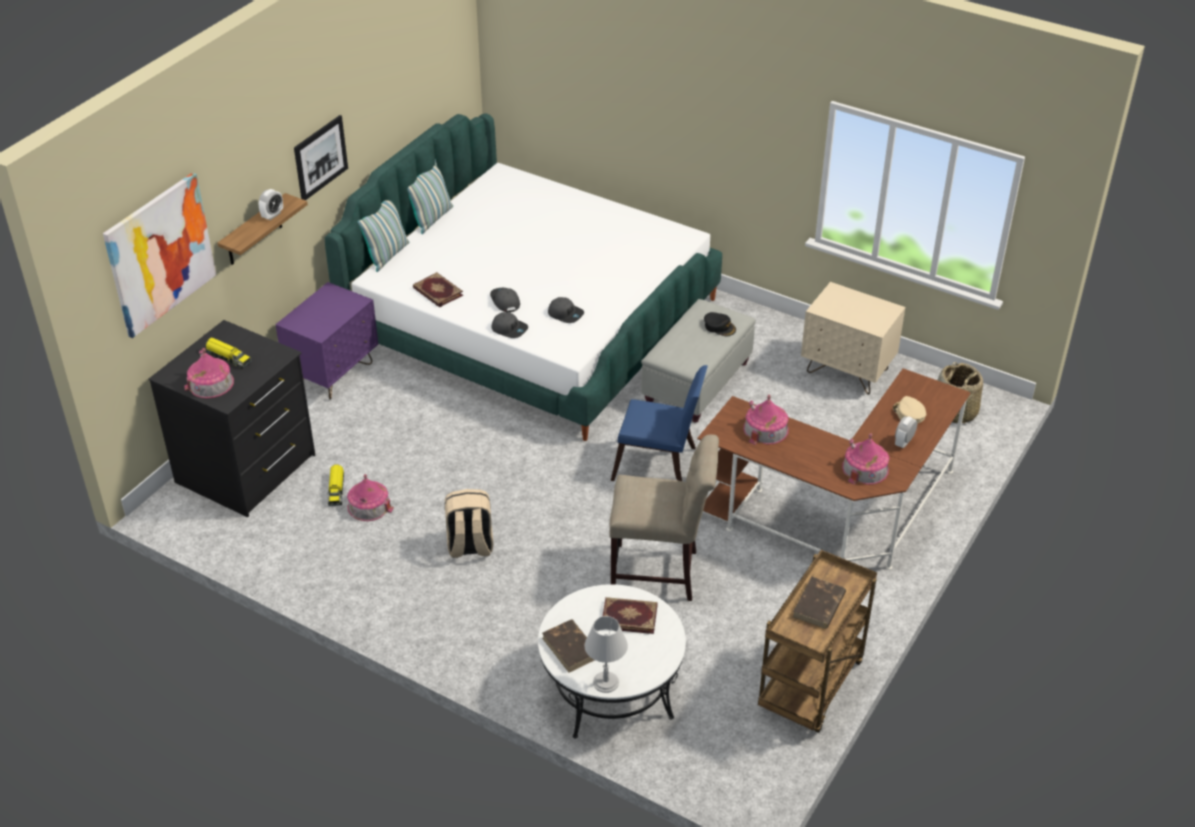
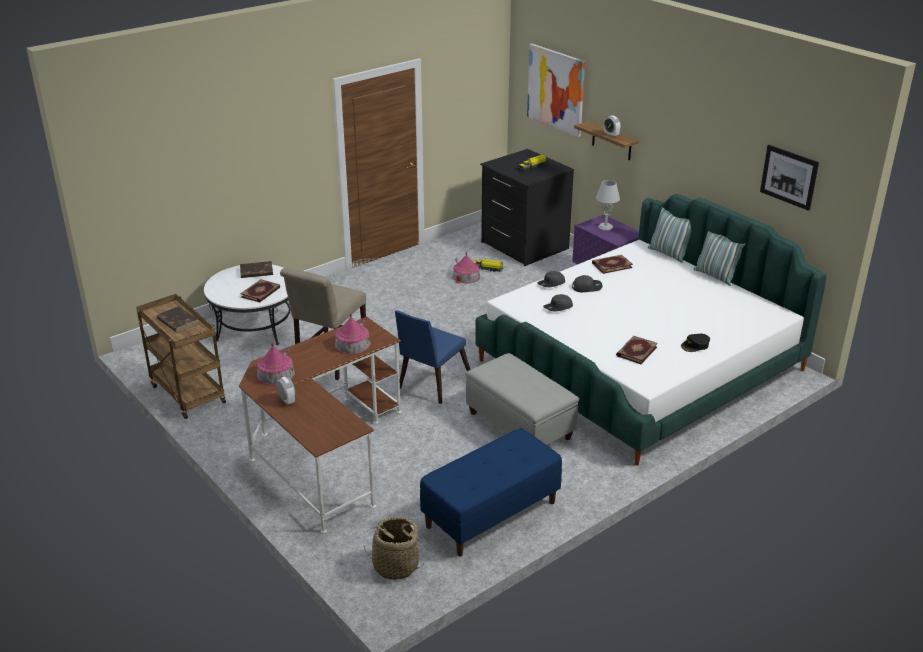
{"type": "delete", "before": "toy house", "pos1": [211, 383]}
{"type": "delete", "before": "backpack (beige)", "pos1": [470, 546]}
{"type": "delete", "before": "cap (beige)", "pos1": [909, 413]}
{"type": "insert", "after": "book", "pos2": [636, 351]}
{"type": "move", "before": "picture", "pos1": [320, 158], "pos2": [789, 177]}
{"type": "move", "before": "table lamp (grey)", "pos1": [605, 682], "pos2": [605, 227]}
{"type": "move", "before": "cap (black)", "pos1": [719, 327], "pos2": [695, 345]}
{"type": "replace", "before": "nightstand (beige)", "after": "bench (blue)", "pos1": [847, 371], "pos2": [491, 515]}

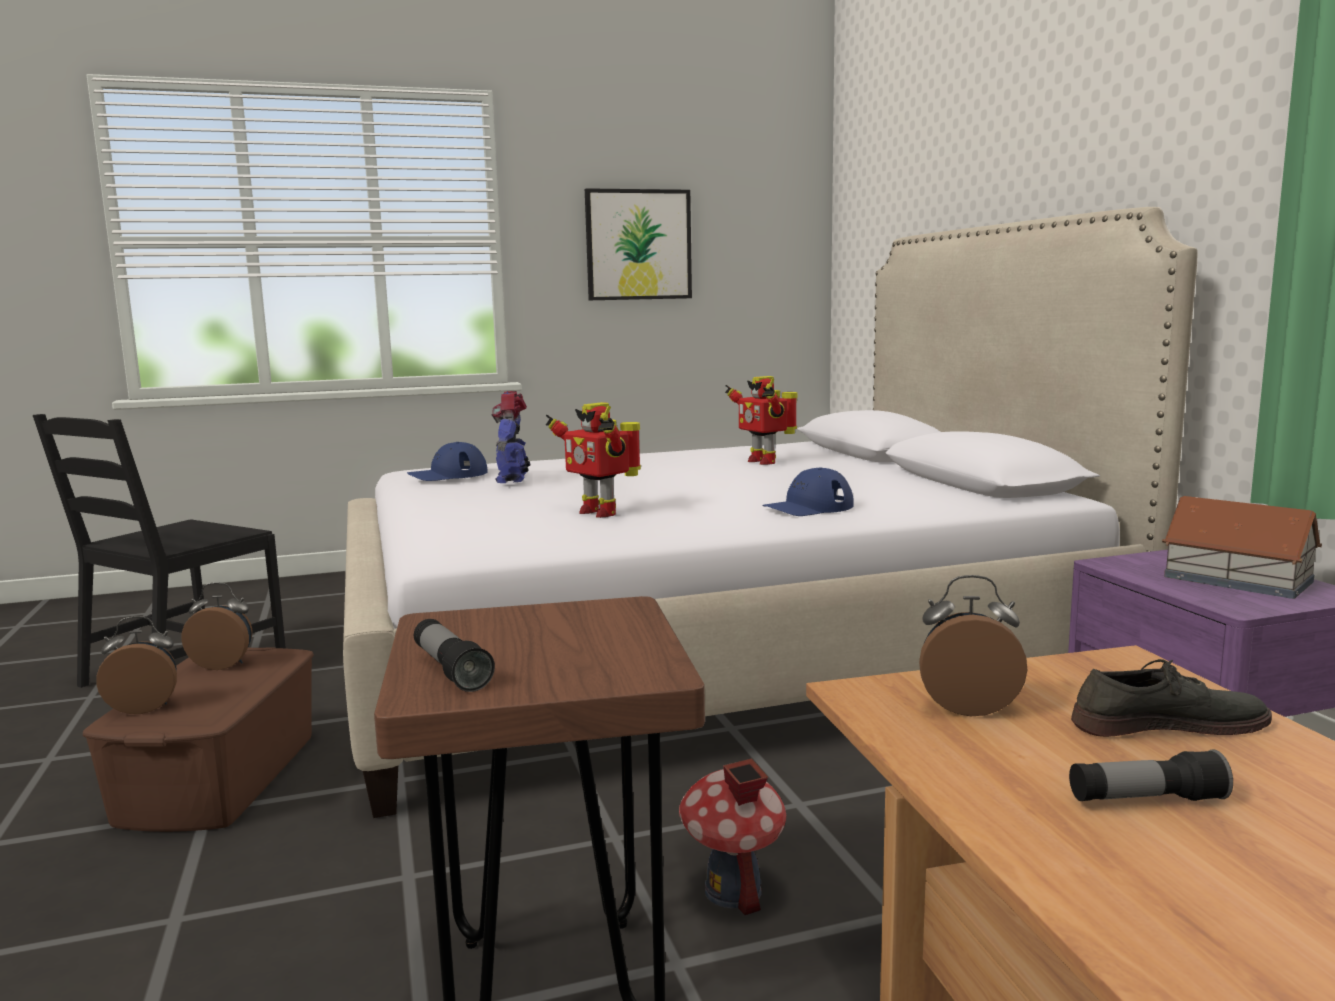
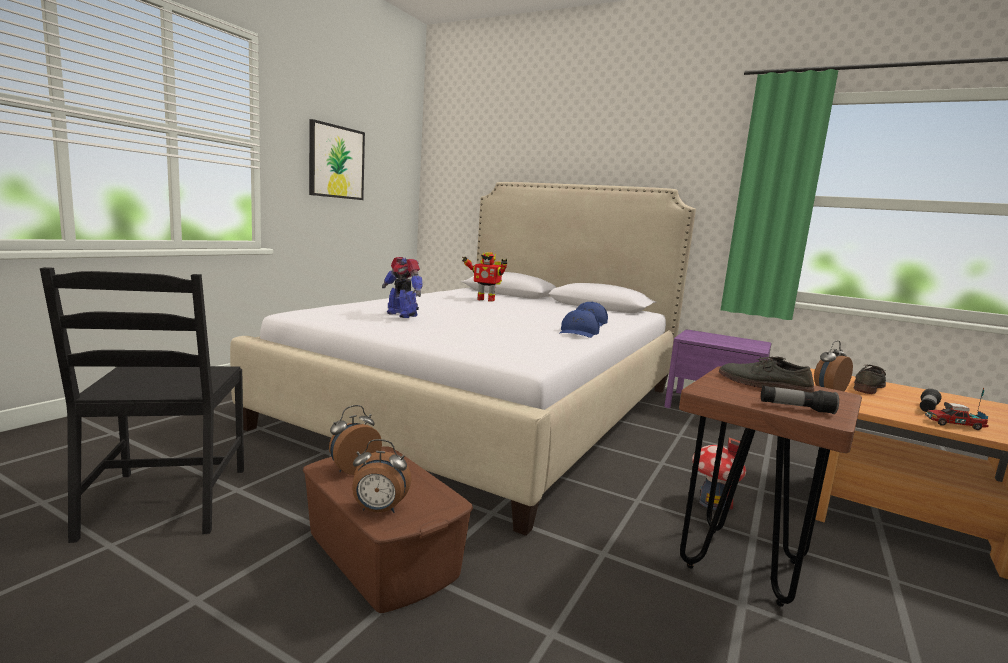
{"type": "delete", "before": "toy robot", "pos1": [599, 512]}
{"type": "delete", "before": "toy house", "pos1": [1239, 579]}
{"type": "insert", "after": "shoe (grey)", "pos2": [762, 385]}
{"type": "insert", "after": "toy truck", "pos2": [953, 424]}
{"type": "move", "before": "cap (blue)", "pos1": [448, 475], "pos2": [578, 332]}
{"type": "rotate", "before": "alarm clock", "pos1": [145, 707], "pos2": [379, 510], "turn": -120}

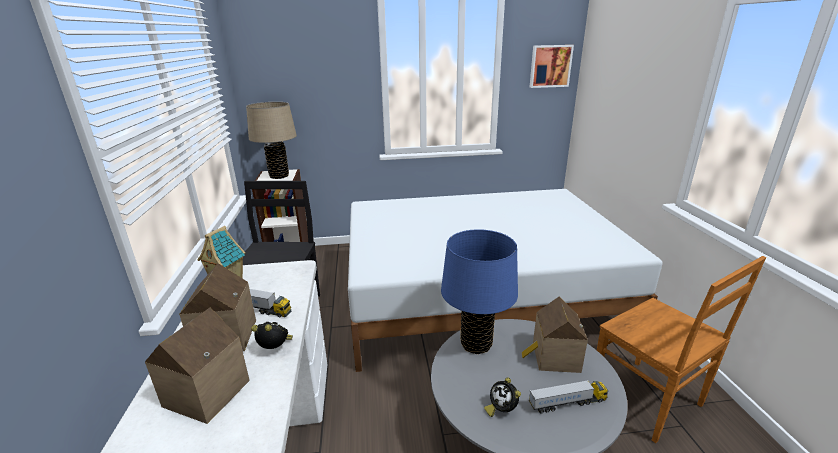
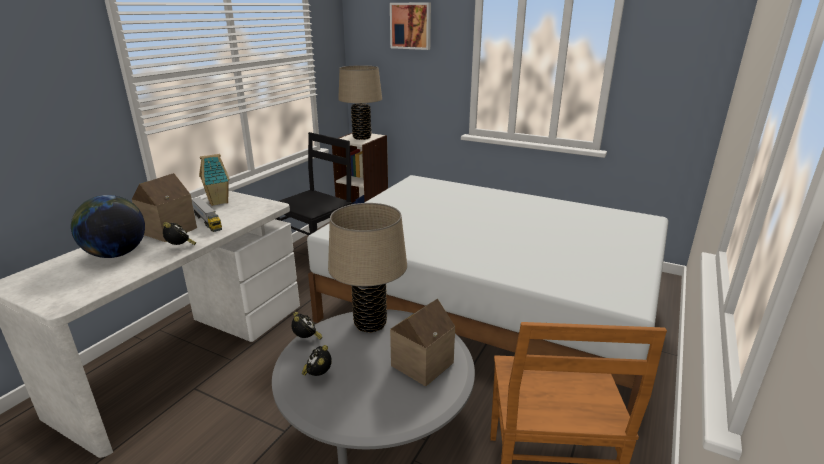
{"type": "delete", "before": "toy truck", "pos1": [567, 403]}
{"type": "insert", "after": "alarm clock", "pos2": [306, 339]}
{"type": "move", "before": "picture", "pos1": [550, 66], "pos2": [411, 26]}
{"type": "replace", "before": "toy house", "after": "globe", "pos1": [203, 393], "pos2": [116, 254]}
{"type": "recolor", "before": "table lamp (blue)", "after": "table lamp (beige)", "pos1": [476, 344], "pos2": [370, 324]}

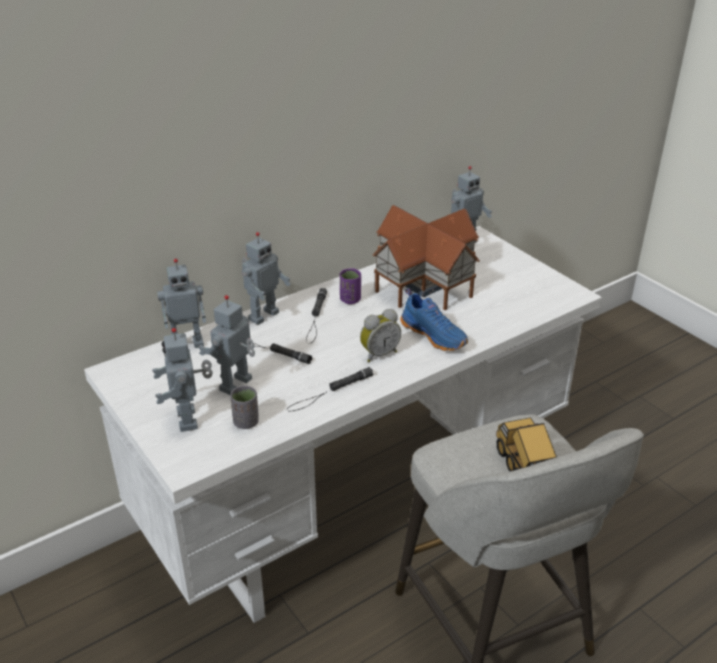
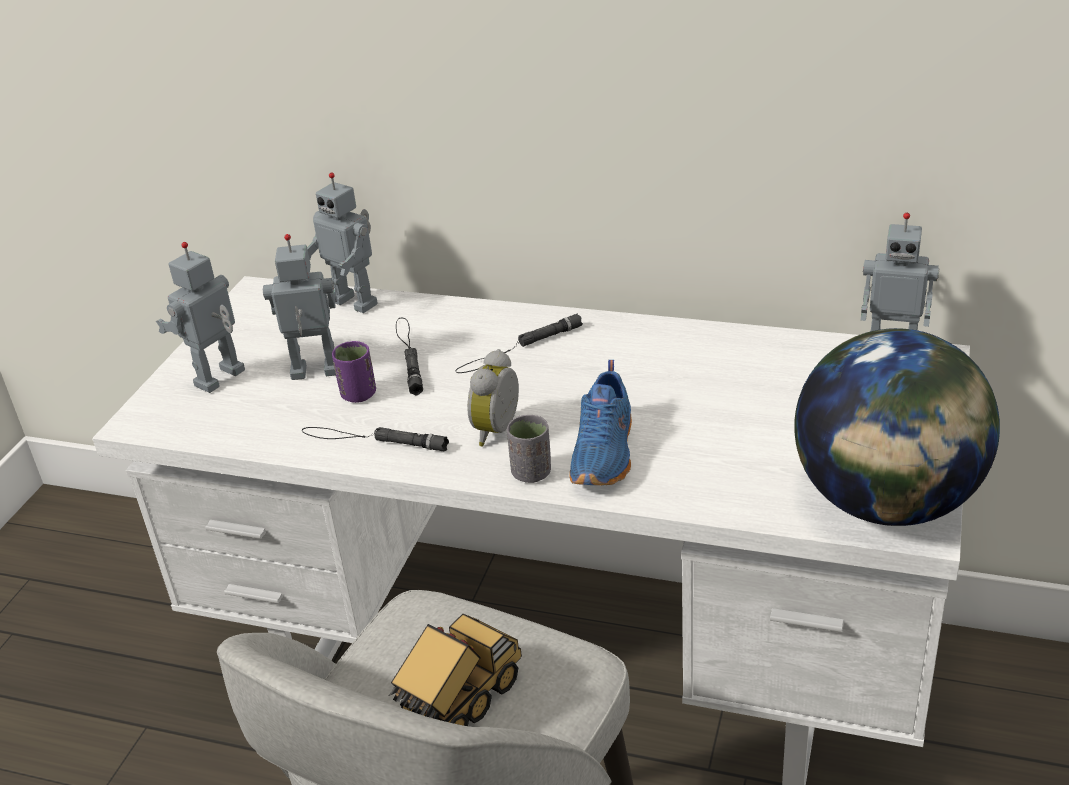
{"type": "delete", "before": "toy robot", "pos1": [262, 315]}
{"type": "delete", "before": "toy house", "pos1": [426, 283]}
{"type": "insert", "after": "globe", "pos2": [887, 502]}
{"type": "move", "before": "cup (grey)", "pos1": [246, 422], "pos2": [531, 473]}
{"type": "move", "before": "cup (purple)", "pos1": [350, 300], "pos2": [358, 394]}
{"type": "rotate", "before": "alarm clock", "pos1": [378, 354], "pos2": [501, 432], "turn": 90}

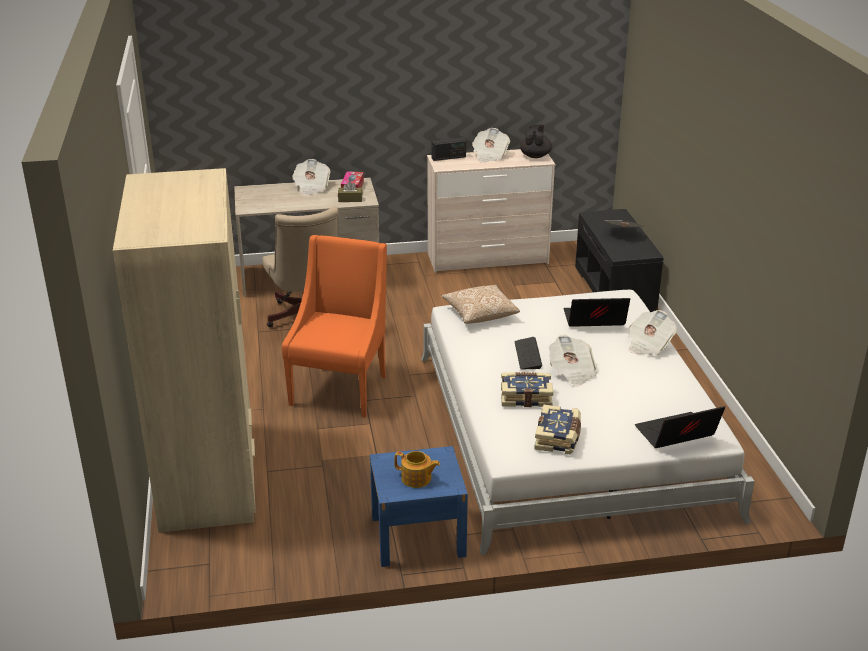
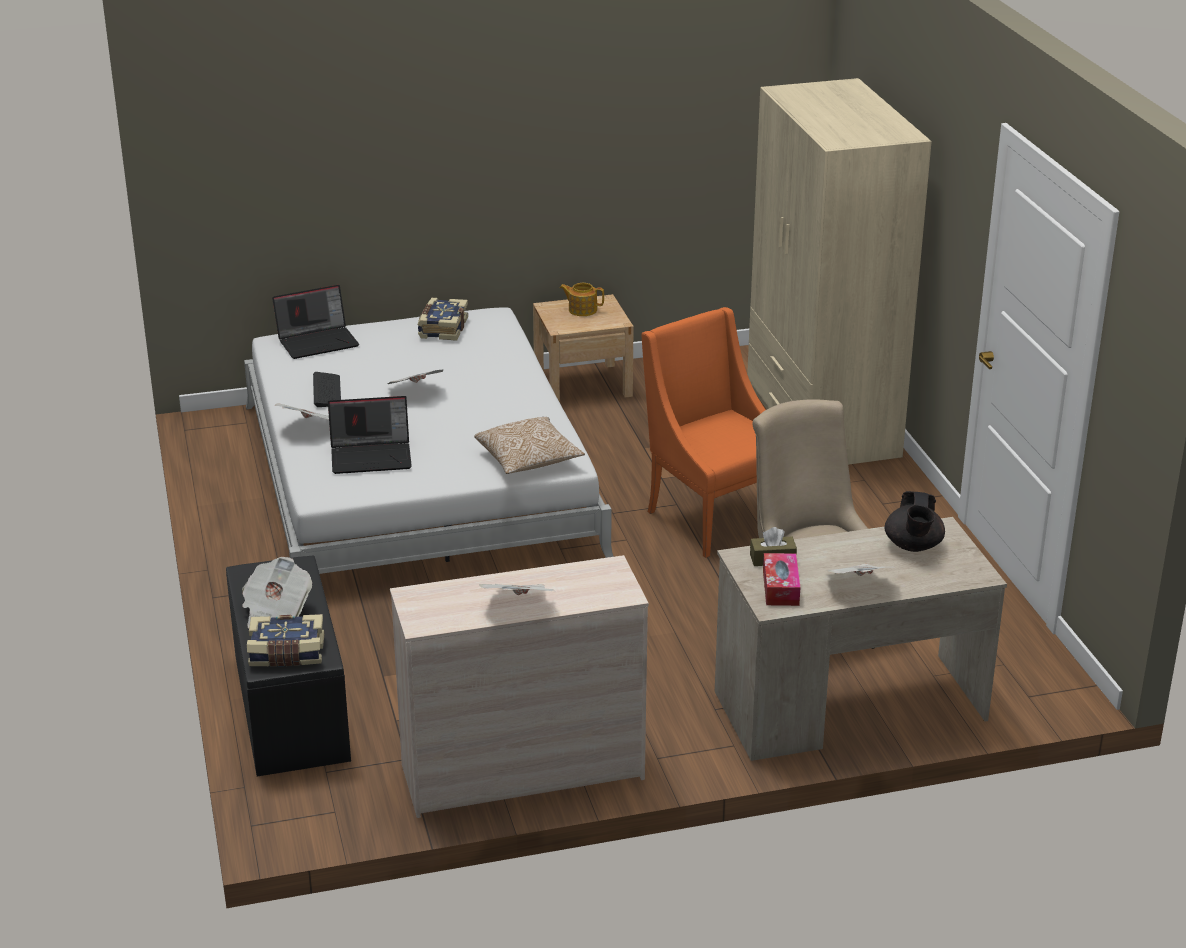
{"type": "delete", "before": "radio", "pos1": [448, 158]}
{"type": "move", "before": "book", "pos1": [526, 397], "pos2": [286, 654]}
{"type": "move", "before": "keyboard", "pos1": [528, 354], "pos2": [327, 391]}
{"type": "move", "before": "teapot (black)", "pos1": [535, 156], "pos2": [913, 546]}
{"type": "recolor", "before": "nightstand (blue)", "after": "nightstand (beige)", "pos1": [418, 536], "pos2": [582, 384]}
{"type": "rotate", "before": "armchair (orange)", "pos1": [341, 388], "pos2": [713, 517], "turn": 135}

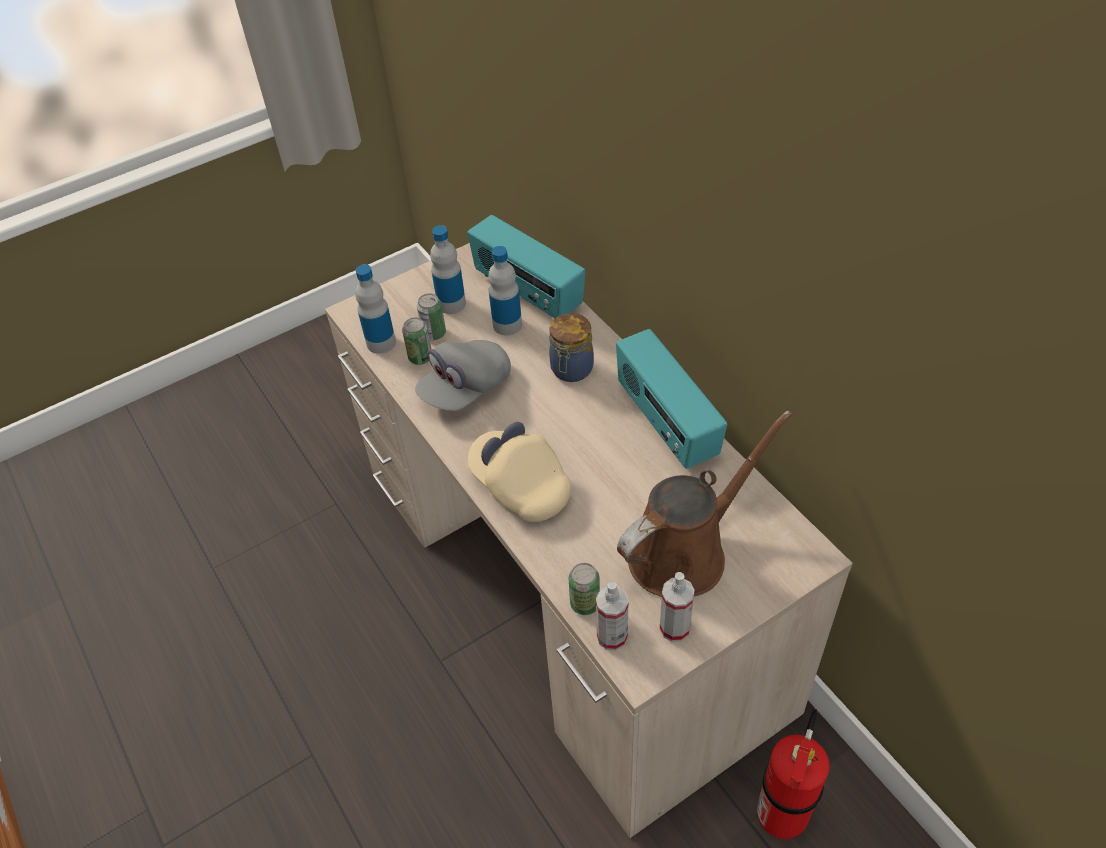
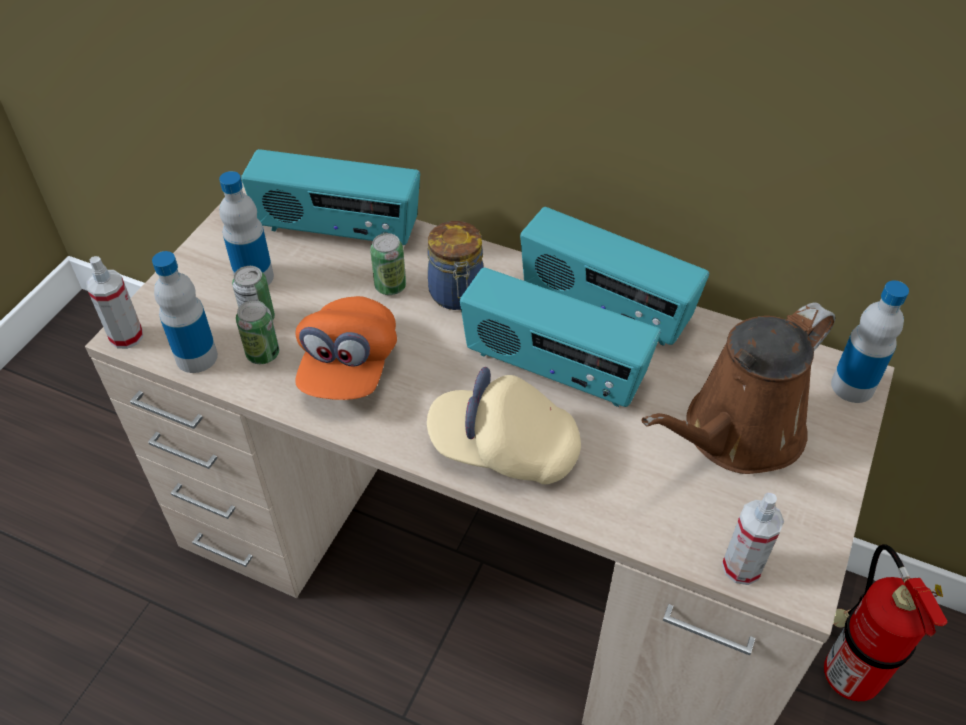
{"type": "insert", "after": "radio", "pos2": [553, 370]}
{"type": "move", "before": "bottle", "pos1": [507, 325], "pos2": [852, 386]}
{"type": "move", "before": "can", "pos1": [585, 603], "pos2": [390, 286]}
{"type": "move", "before": "spray bottle", "pos1": [674, 628], "pos2": [126, 336]}
{"type": "recolor", "before": "cap (grey)", "after": "cap (orange)", "pos1": [465, 388], "pos2": [349, 366]}
{"type": "rotate", "before": "watering can (brown)", "pos1": [685, 551], "pos2": [736, 434], "turn": -150}

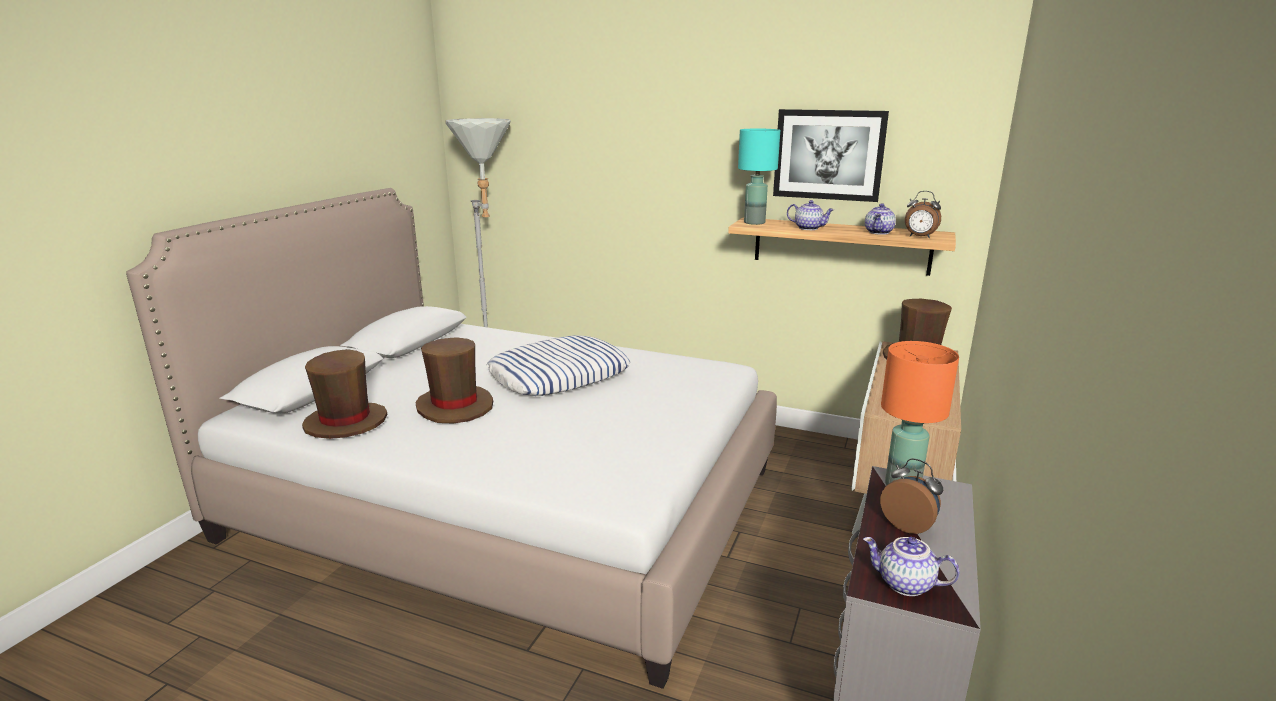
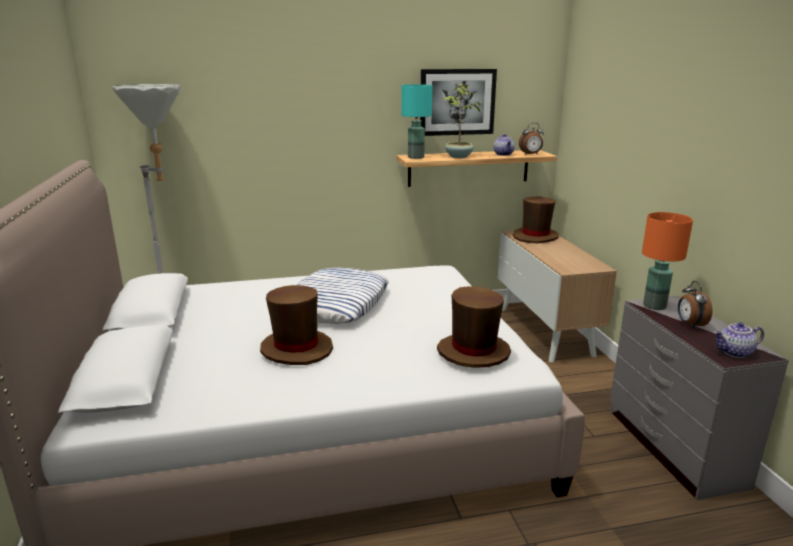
{"type": "move", "before": "hat (brown)", "pos1": [346, 423], "pos2": [473, 352]}
{"type": "replace", "before": "teapot", "after": "potted plant", "pos1": [809, 228], "pos2": [458, 157]}
{"type": "rotate", "before": "alarm clock", "pos1": [909, 525], "pos2": [689, 324], "turn": -105}

